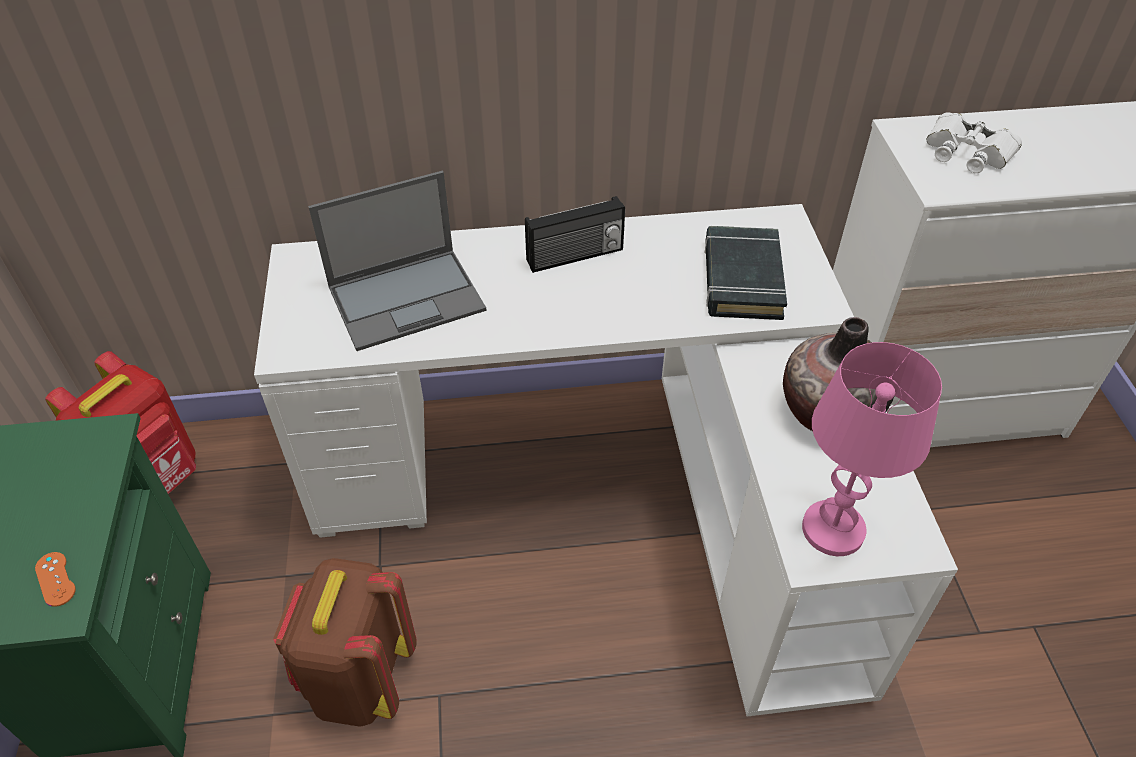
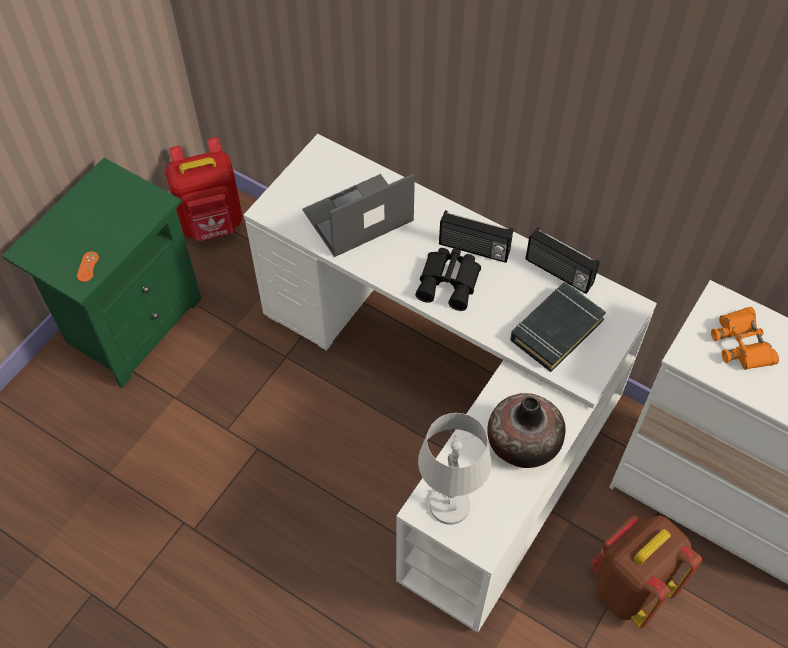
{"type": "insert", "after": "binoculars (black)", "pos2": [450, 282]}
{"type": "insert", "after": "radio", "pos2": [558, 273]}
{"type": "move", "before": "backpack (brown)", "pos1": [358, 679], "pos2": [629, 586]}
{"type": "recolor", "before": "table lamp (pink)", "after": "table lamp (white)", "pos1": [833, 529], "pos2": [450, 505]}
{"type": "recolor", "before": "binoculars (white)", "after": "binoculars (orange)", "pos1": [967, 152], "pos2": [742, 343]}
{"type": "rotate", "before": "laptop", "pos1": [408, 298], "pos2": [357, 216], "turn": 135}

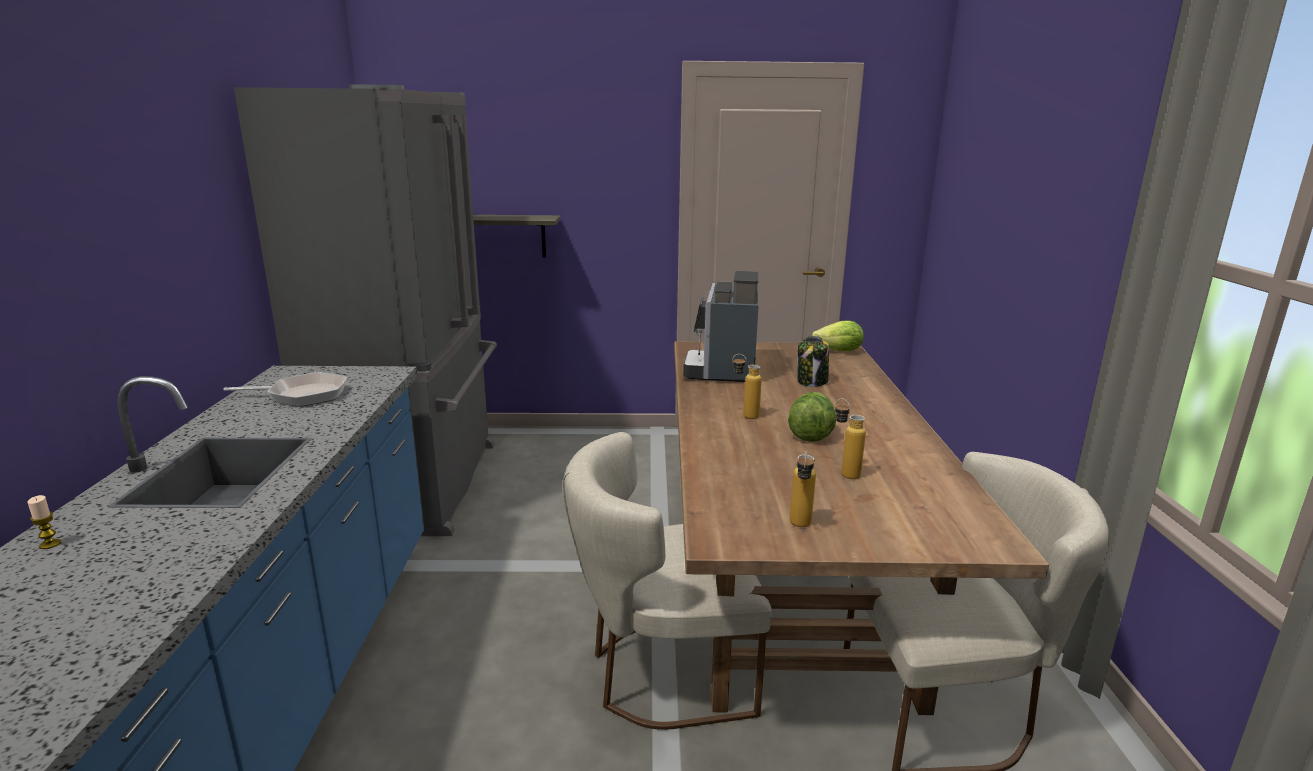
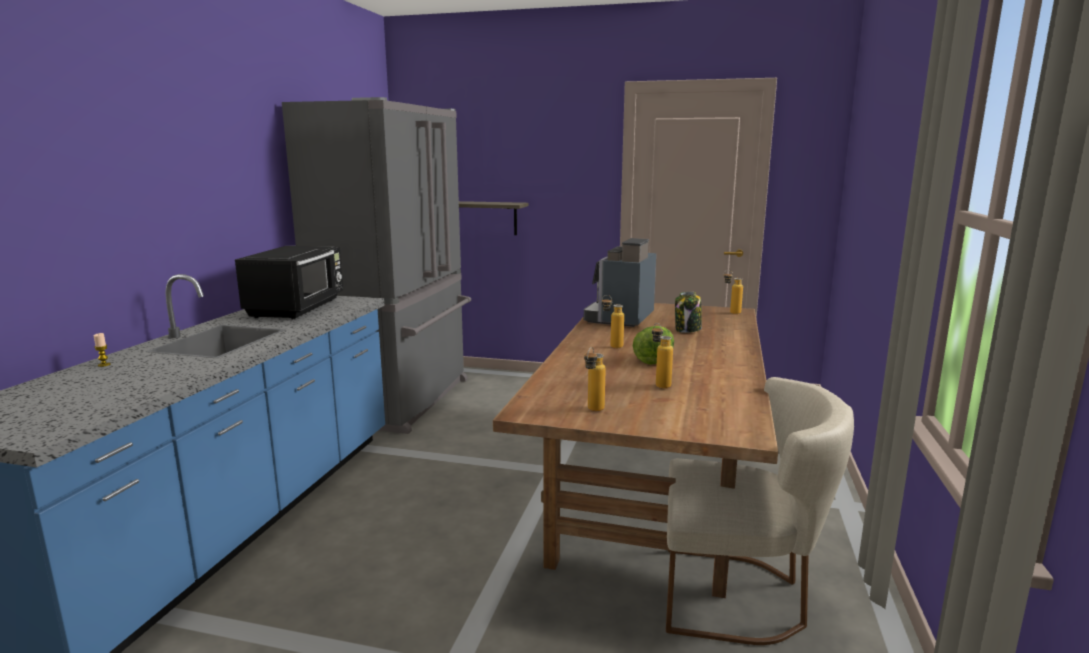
{"type": "delete", "before": "chair (beige)", "pos1": [661, 673]}
{"type": "replace", "before": "frying pan", "after": "microwave (black)", "pos1": [302, 395], "pos2": [298, 308]}
{"type": "replace", "before": "lettuce", "after": "bottle", "pos1": [839, 351], "pos2": [730, 312]}

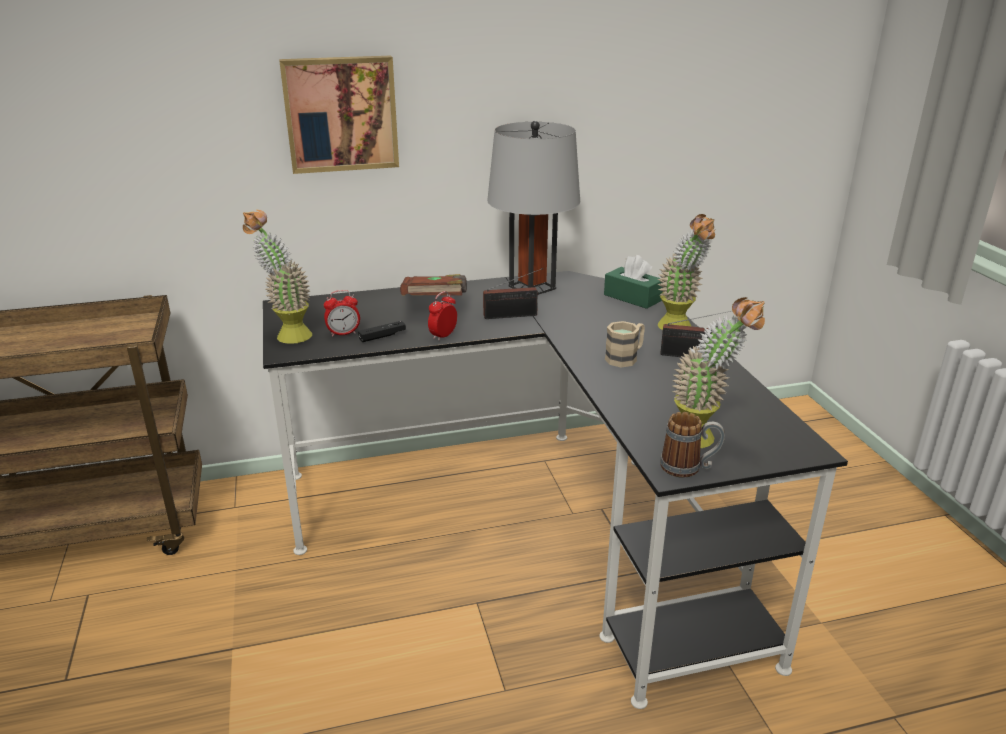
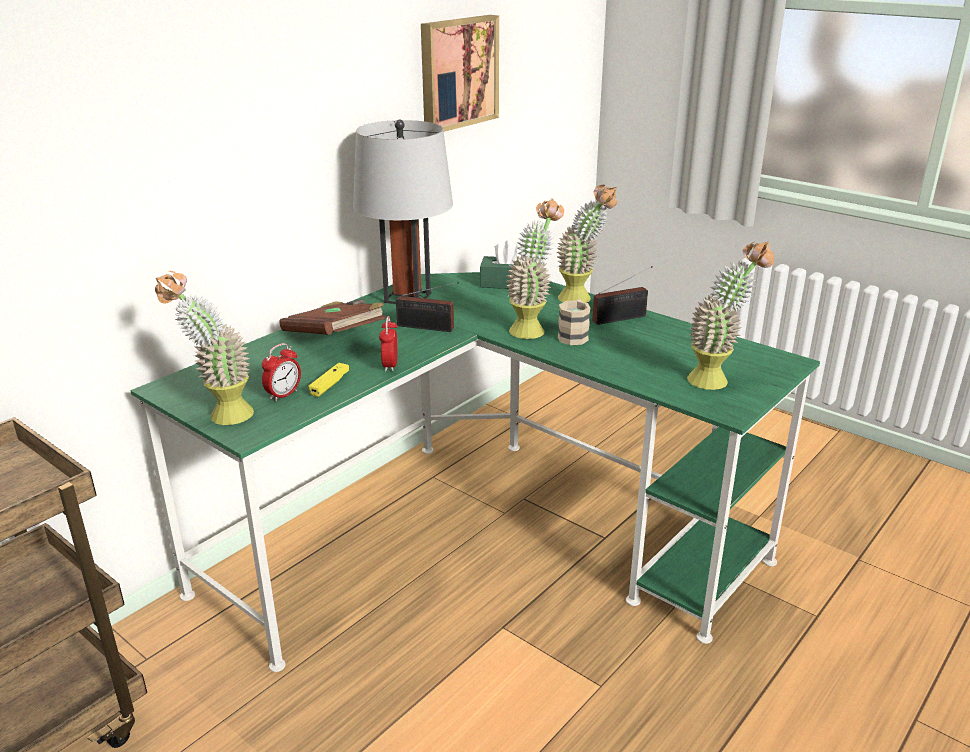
{"type": "delete", "before": "mug", "pos1": [689, 468]}
{"type": "insert", "after": "potted plant", "pos2": [532, 328]}
{"type": "move", "before": "picture", "pos1": [340, 113], "pos2": [457, 72]}
{"type": "recolor", "before": "desk (black)", "after": "desk (green)", "pos1": [533, 523], "pos2": [480, 535]}
{"type": "recolor", "before": "game controller (black)", "after": "game controller (yellow)", "pos1": [382, 336], "pos2": [329, 384]}
{"type": "rotate", "before": "radio", "pos1": [513, 315], "pos2": [428, 328], "turn": 60}

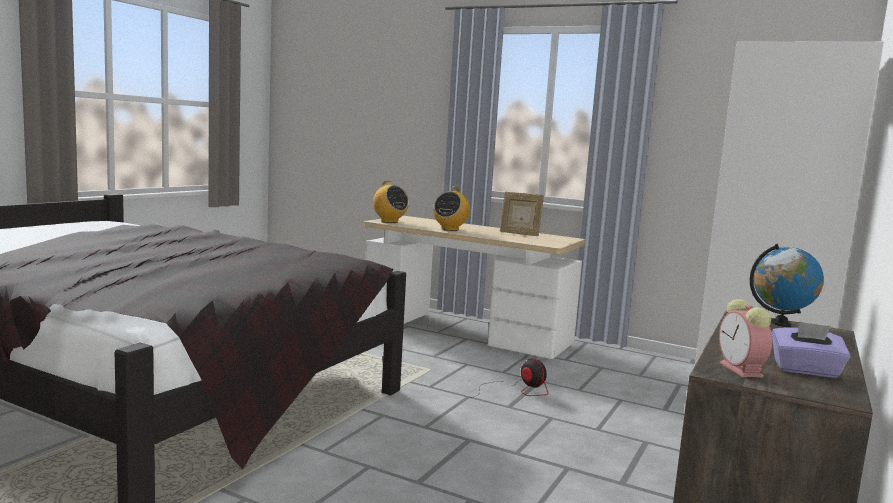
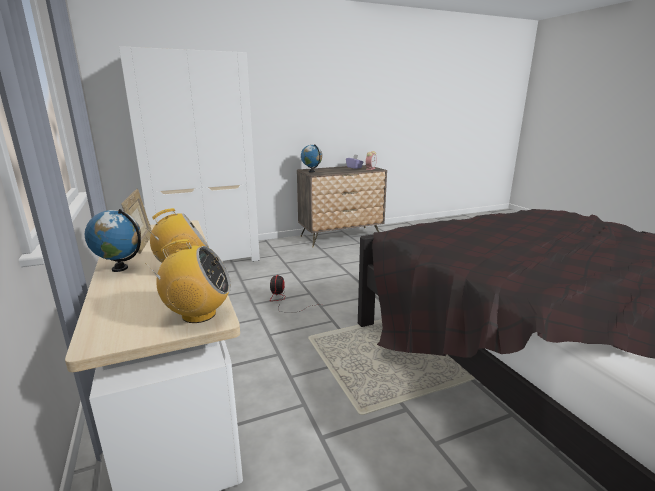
{"type": "insert", "after": "globe", "pos2": [120, 268]}
{"type": "rotate", "before": "radio", "pos1": [389, 221], "pos2": [198, 314], "turn": 90}

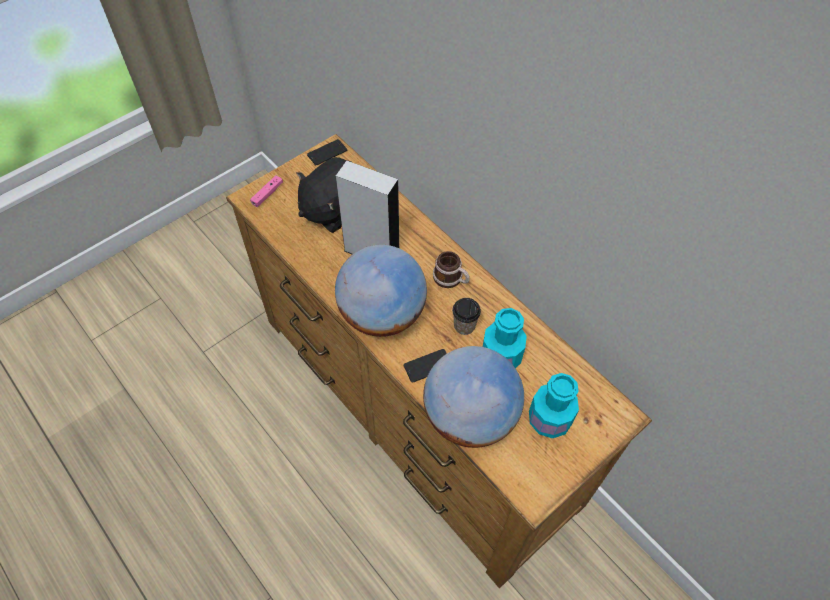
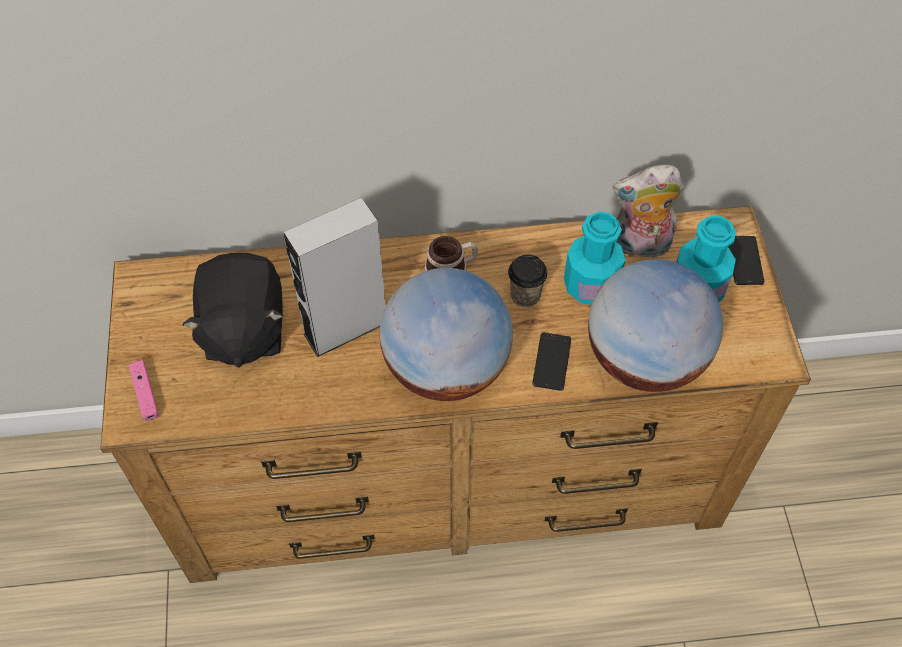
{"type": "insert", "after": "plush toy", "pos2": [639, 246]}
{"type": "move", "before": "phone", "pos1": [327, 153], "pos2": [745, 260]}

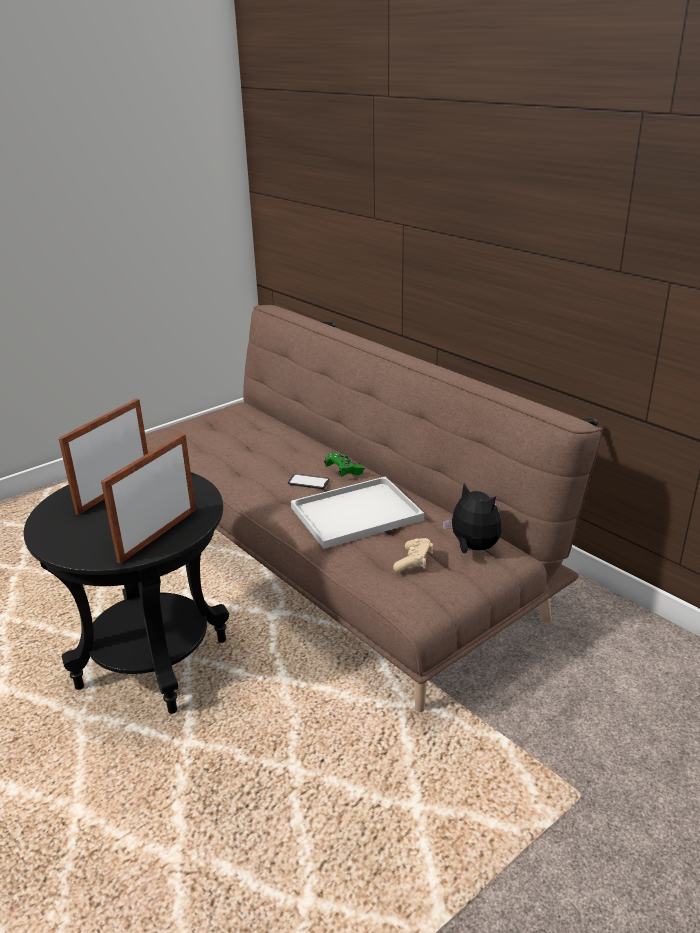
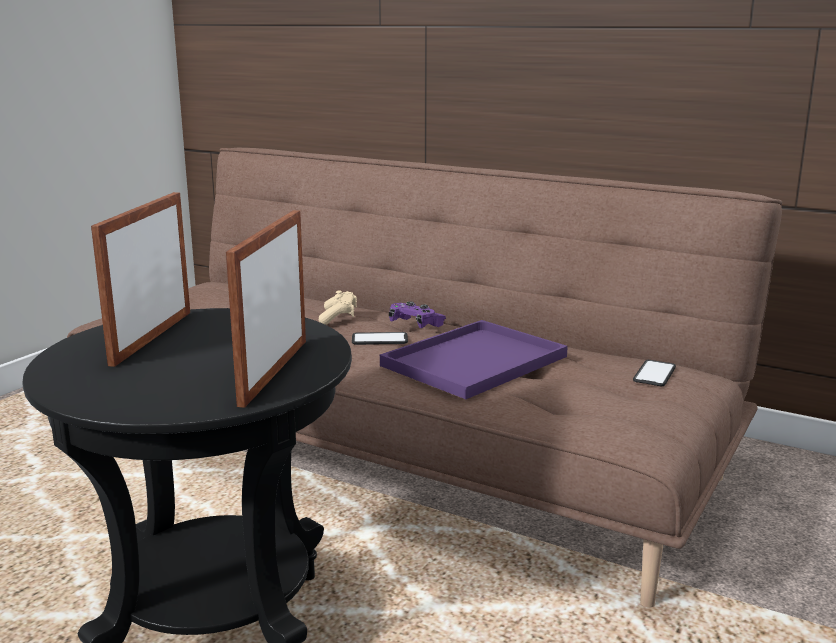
{"type": "move", "before": "game controller (beige)", "pos1": [414, 562], "pos2": [338, 317]}
{"type": "replace", "before": "plush toy", "after": "phone", "pos1": [472, 548], "pos2": [654, 374]}
{"type": "recolor", "before": "tray (white)", "after": "tray (purple)", "pos1": [358, 512], "pos2": [475, 360]}
{"type": "recolor", "before": "game controller (green)", "after": "game controller (purple)", "pos1": [343, 470], "pos2": [416, 325]}

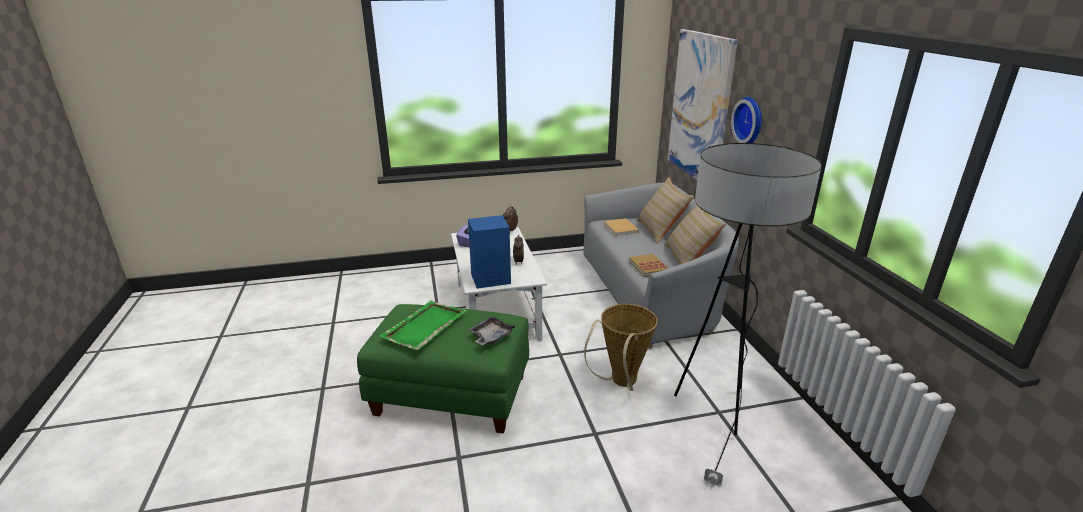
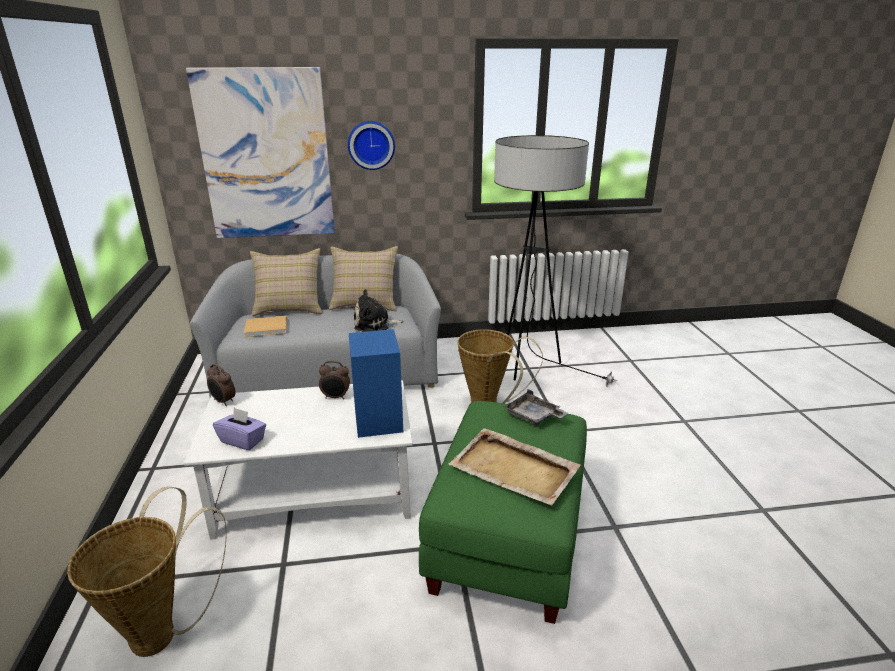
{"type": "insert", "after": "basket", "pos2": [163, 631]}
{"type": "replace", "before": "book", "after": "plush toy", "pos1": [648, 267], "pos2": [374, 324]}
{"type": "recolor", "before": "tray (green)", "after": "tray (beige)", "pos1": [424, 327], "pos2": [515, 469]}

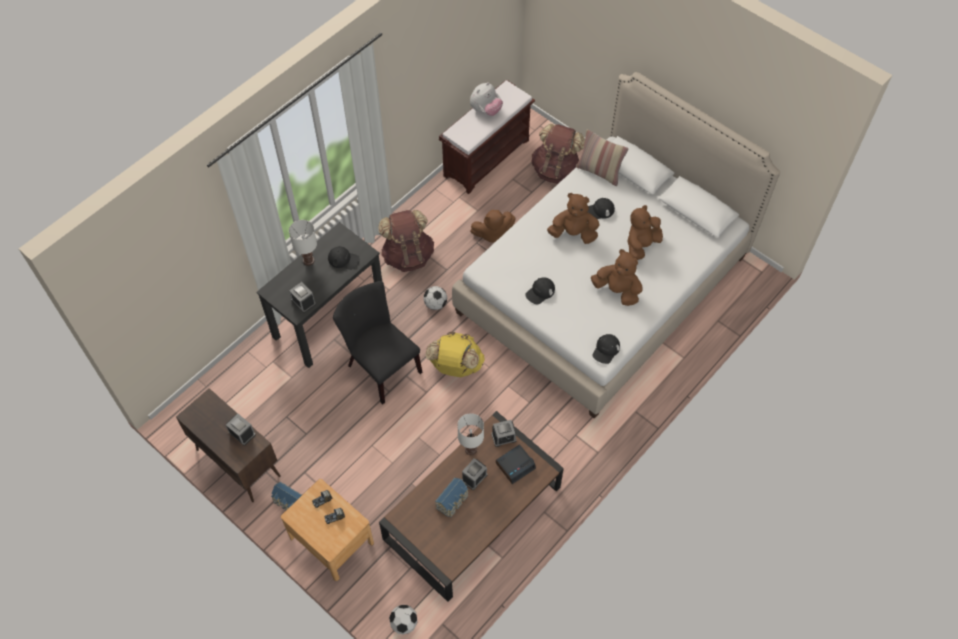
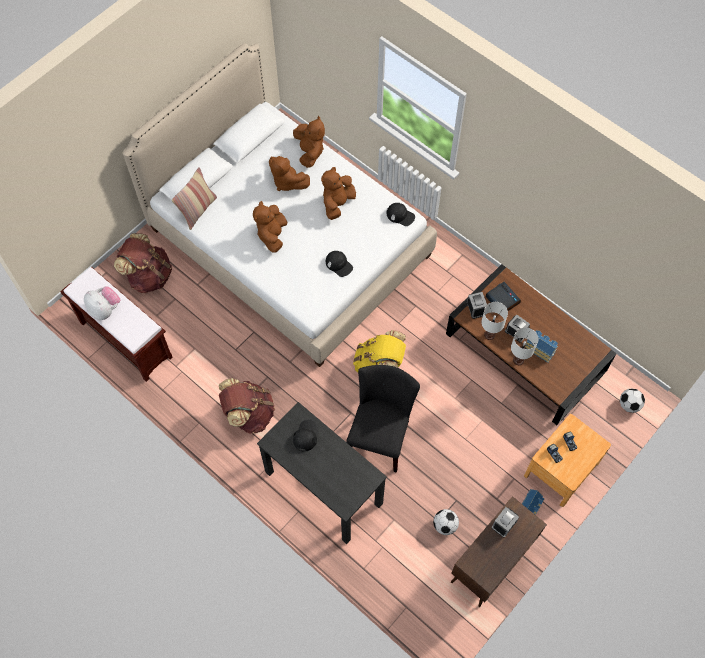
{"type": "delete", "before": "alarm clock", "pos1": [303, 302]}
{"type": "delete", "before": "cap (black)", "pos1": [599, 211]}
{"type": "move", "before": "table lamp (white)", "pos1": [308, 261], "pos2": [518, 360]}
{"type": "move", "before": "football", "pos1": [435, 304], "pos2": [444, 525]}
{"type": "move", "before": "plush toy (brown)", "pos1": [492, 234], "pos2": [310, 152]}
{"type": "rotate", "before": "chair (black)", "pos1": [380, 366], "pos2": [380, 435], "turn": 150}

